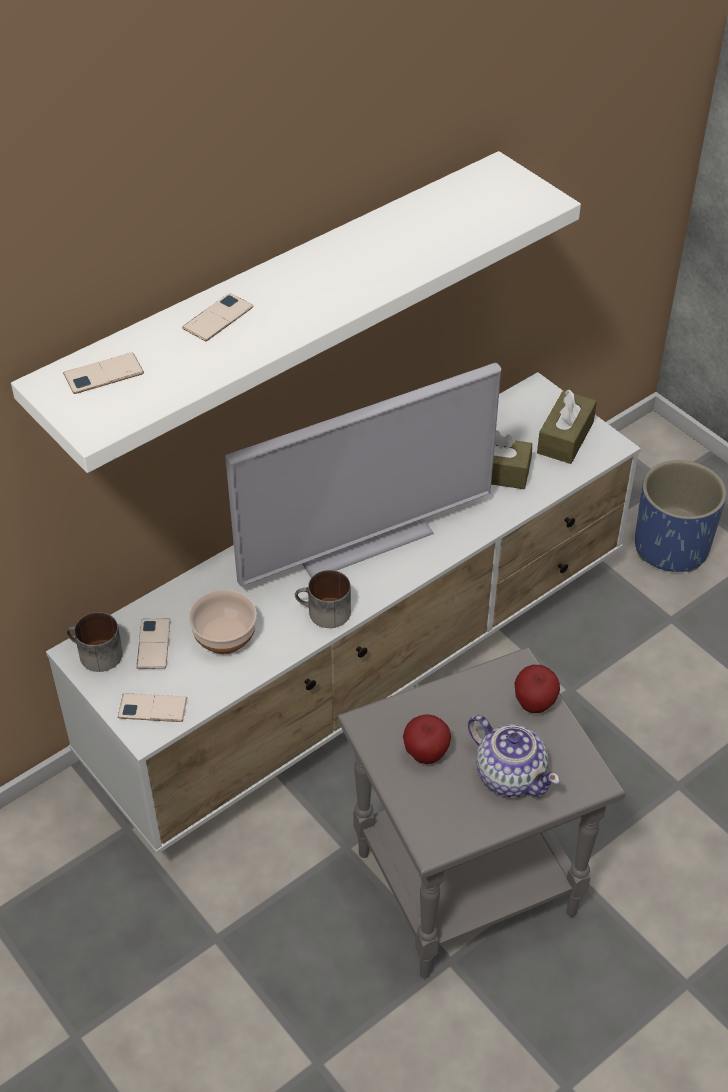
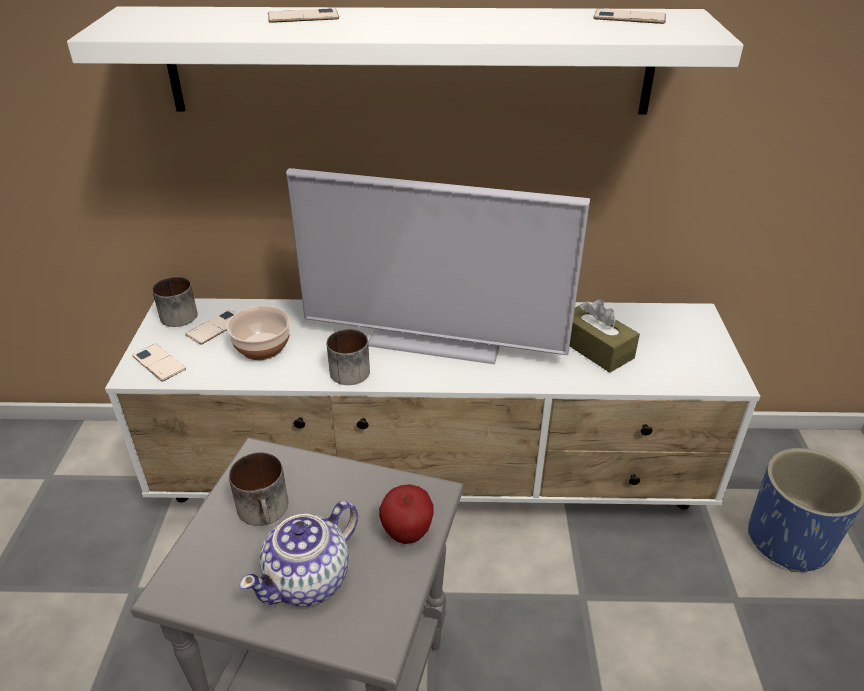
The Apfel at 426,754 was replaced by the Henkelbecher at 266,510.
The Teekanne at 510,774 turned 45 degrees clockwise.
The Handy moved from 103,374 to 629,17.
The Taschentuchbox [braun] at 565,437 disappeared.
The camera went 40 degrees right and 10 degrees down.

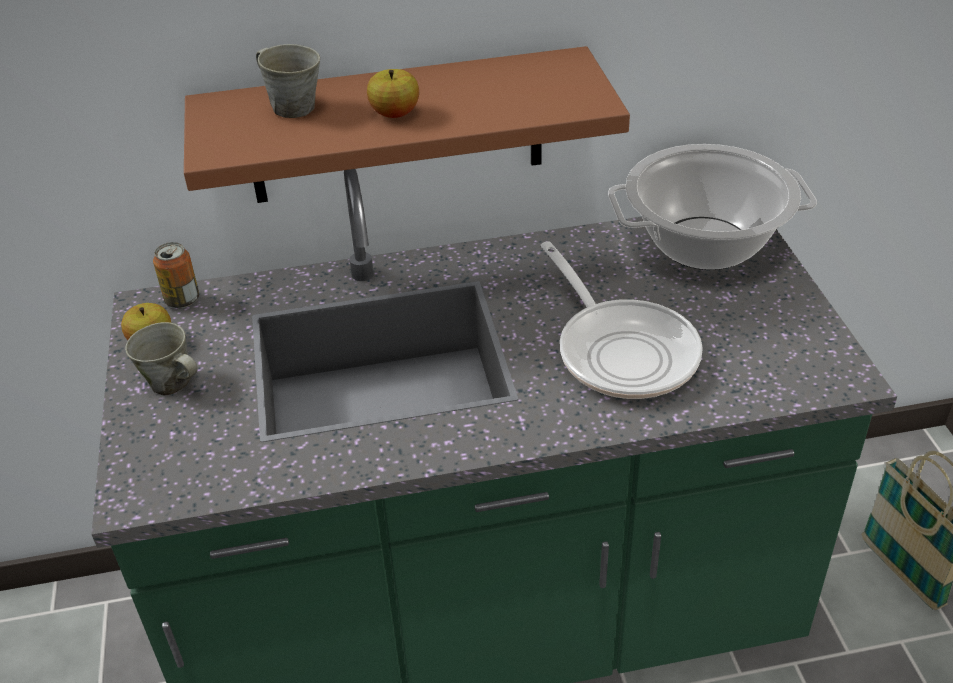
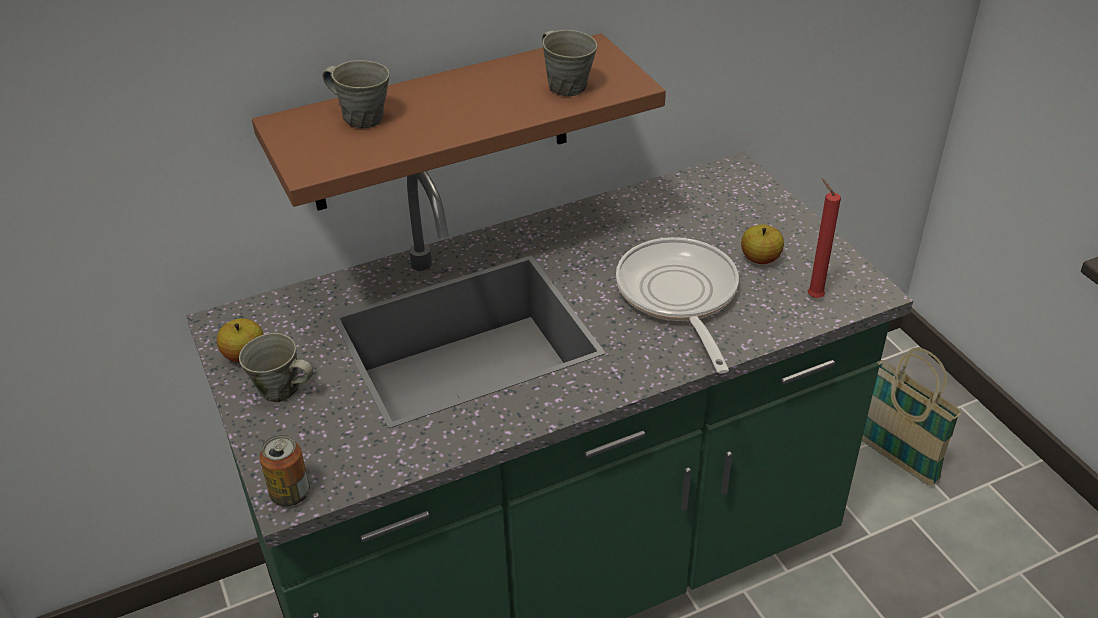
The Dose moved from 182,300 to 290,494.
The Henkelbecher [grau] at 566,85 appeared.
The Pfanne at 622,350 turned 150 degrees counterclockwise.
The Apfel moved from 395,114 to 760,259.
The Kerze [rot] at 812,296 appeared.
The Kochtopf at 704,244 disappeared.
The camera went 15 degrees left and 0 degrees up.

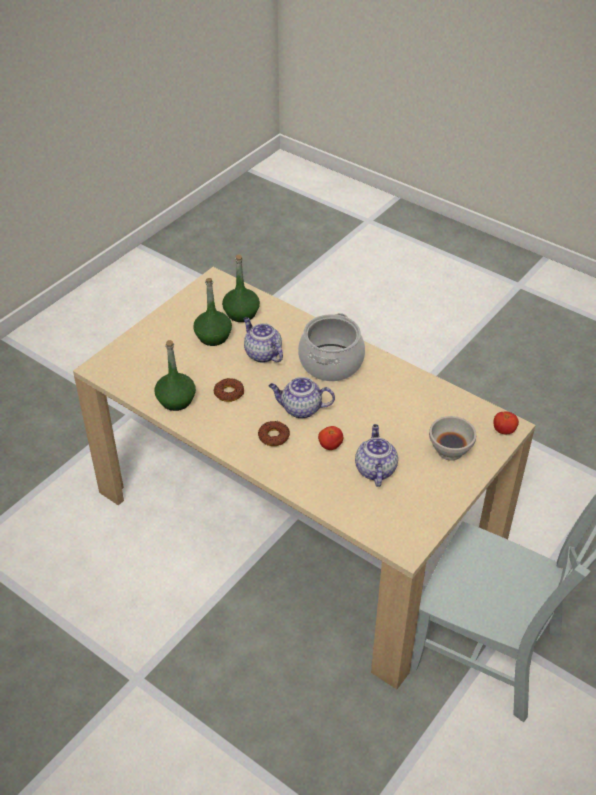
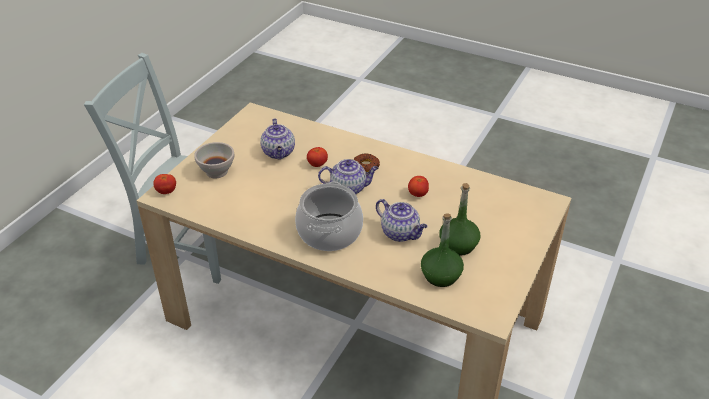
The Donut at 229,393 was replaced by the Tomate at 417,194.
The Flasche [grün] at 176,400 disappeared.
The camera went 170 degrees right and 5 degrees down.

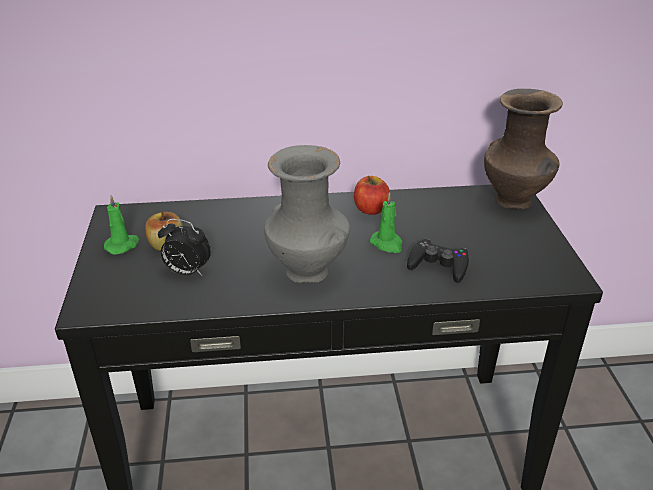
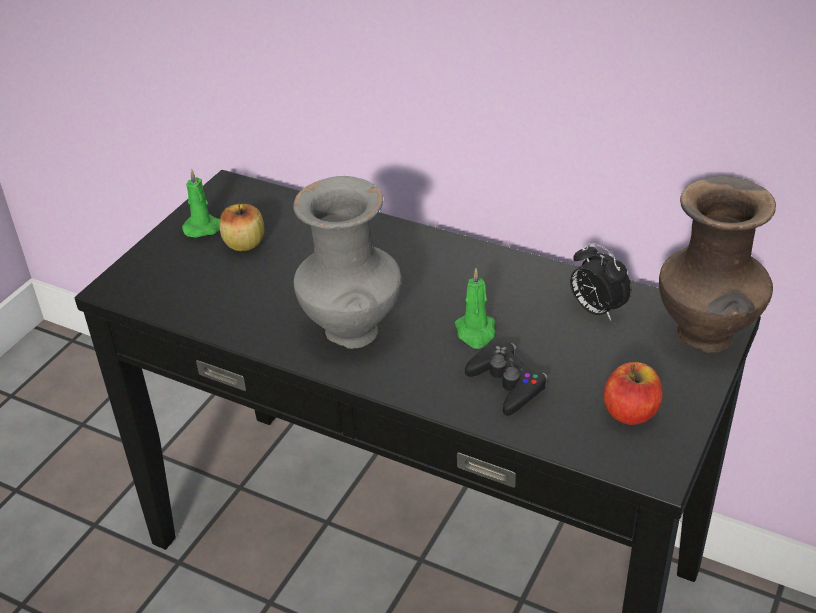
The Wecker moved from 187,272 to 596,310.
The Apfel moved from 371,209 to 630,412.
The camera went 35 degrees right and 5 degrees up.

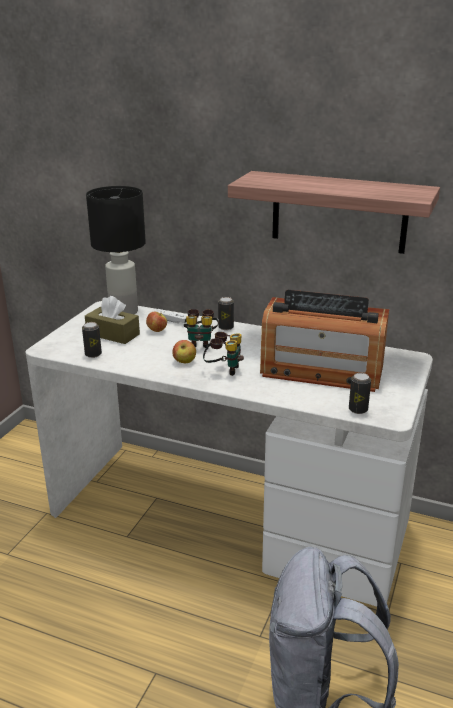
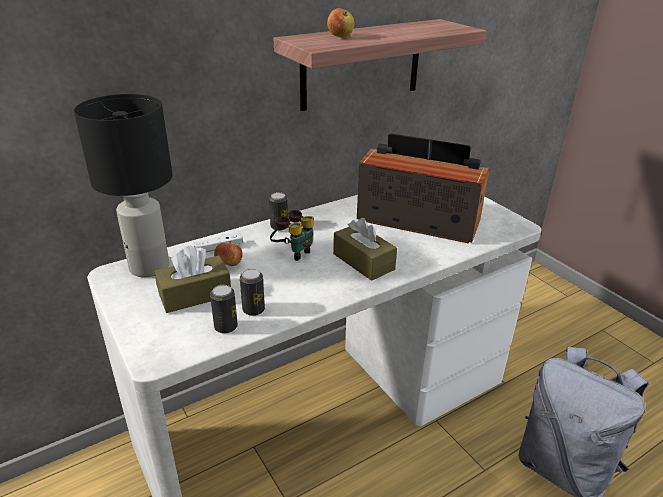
The Dose moved from 358,409 to 253,310.
The Apfel moved from 184,361 to 340,37.
The Fernglas at 223,369 was replaced by the Taschentuchbox [braun] at 363,262.
The Radio at 321,371 turned 120 degrees counterclockwise.
The camera went 55 degrees left and 5 degrees up.

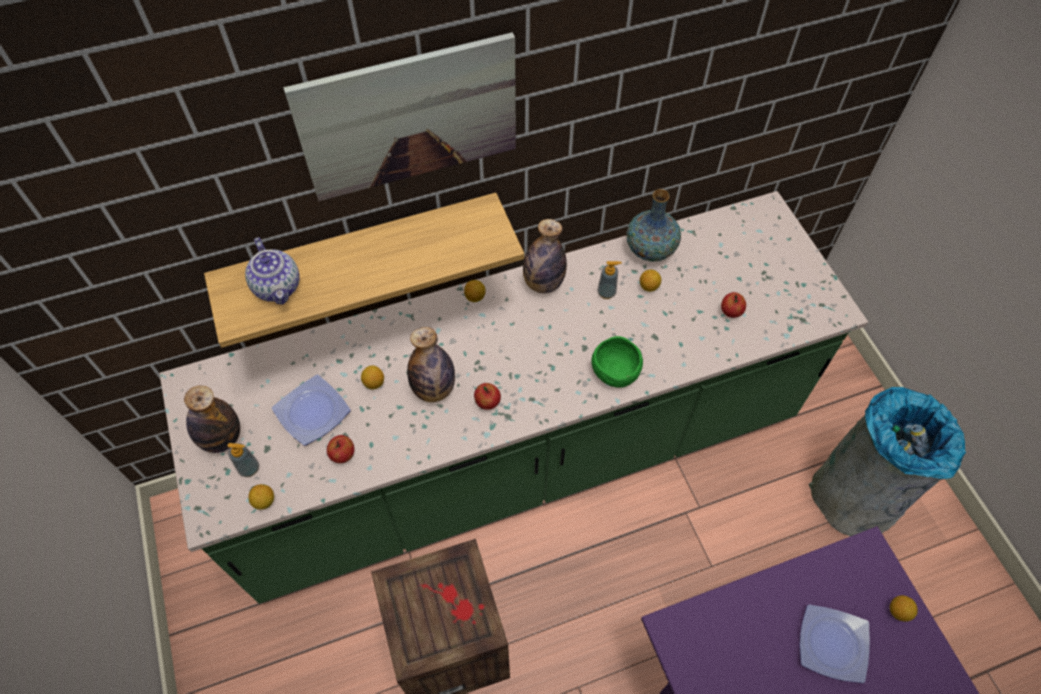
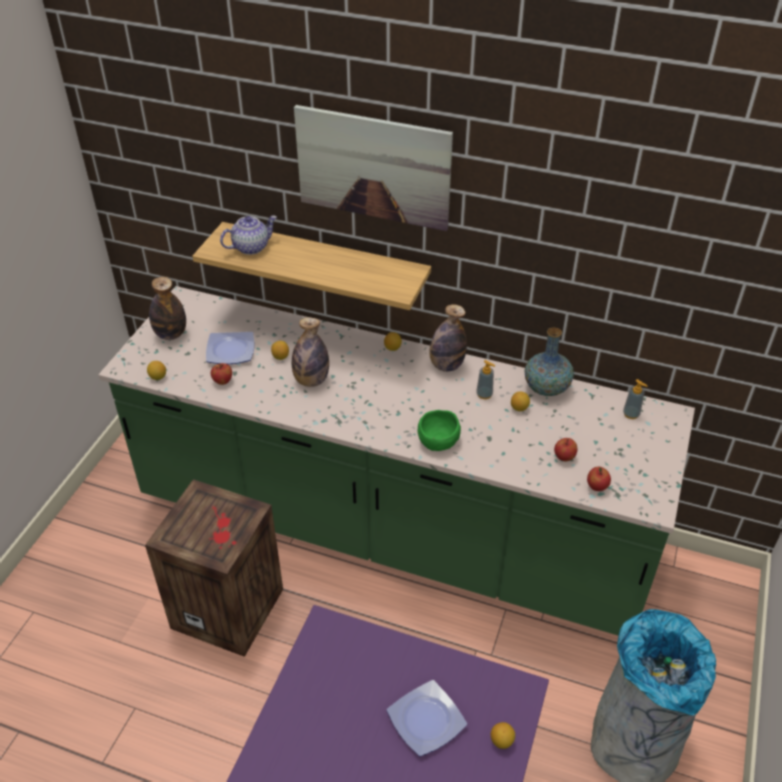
The Teekanne at 278,287 turned 135 degrees counterclockwise.
The Apfel moved from 488,402 to 597,487.
The Seifenspender moved from 249,468 to 631,414.
The camera went 40 degrees right and 15 degrees down.

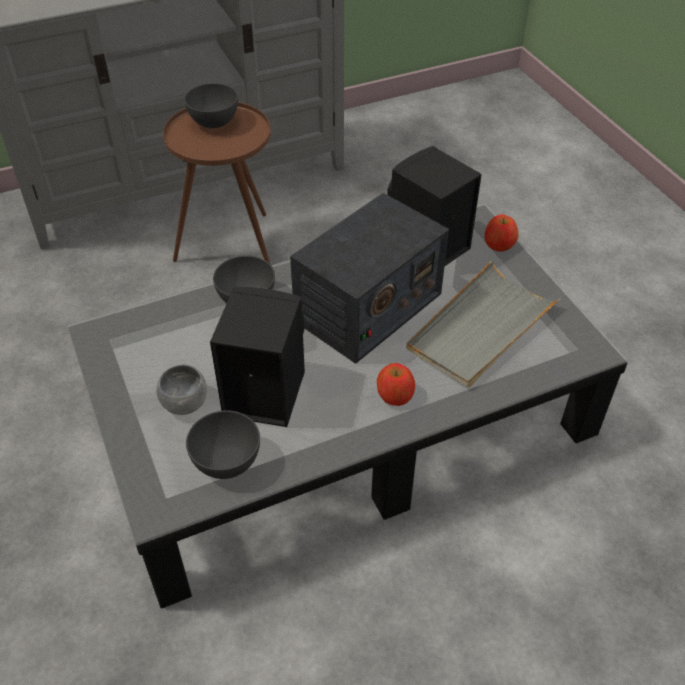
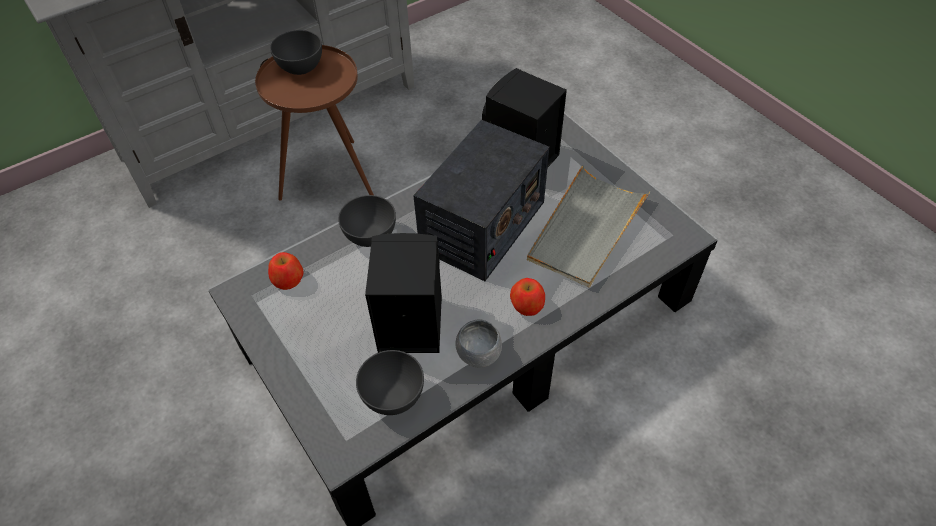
The Apfel moved from 499,244 to 288,279.
The Schüssel [grau] moved from 184,403 to 478,354.
The camera went 10 degrees left and 5 degrees up.

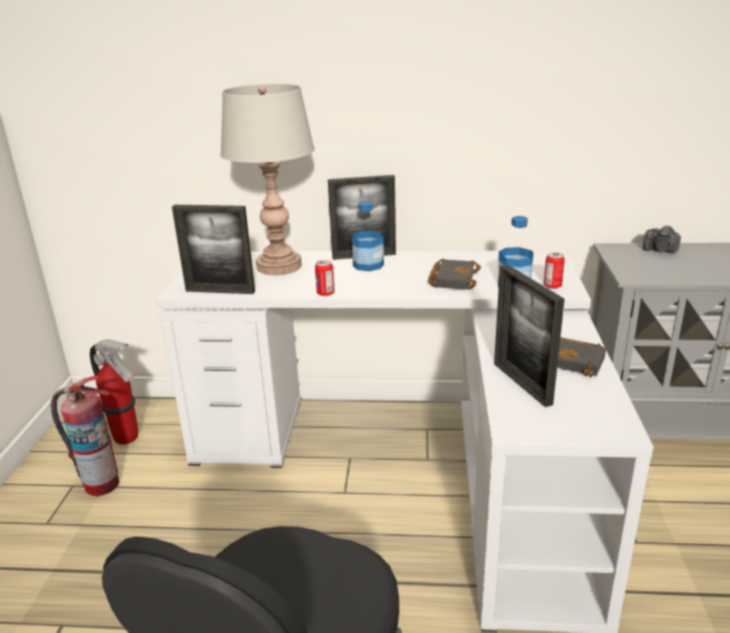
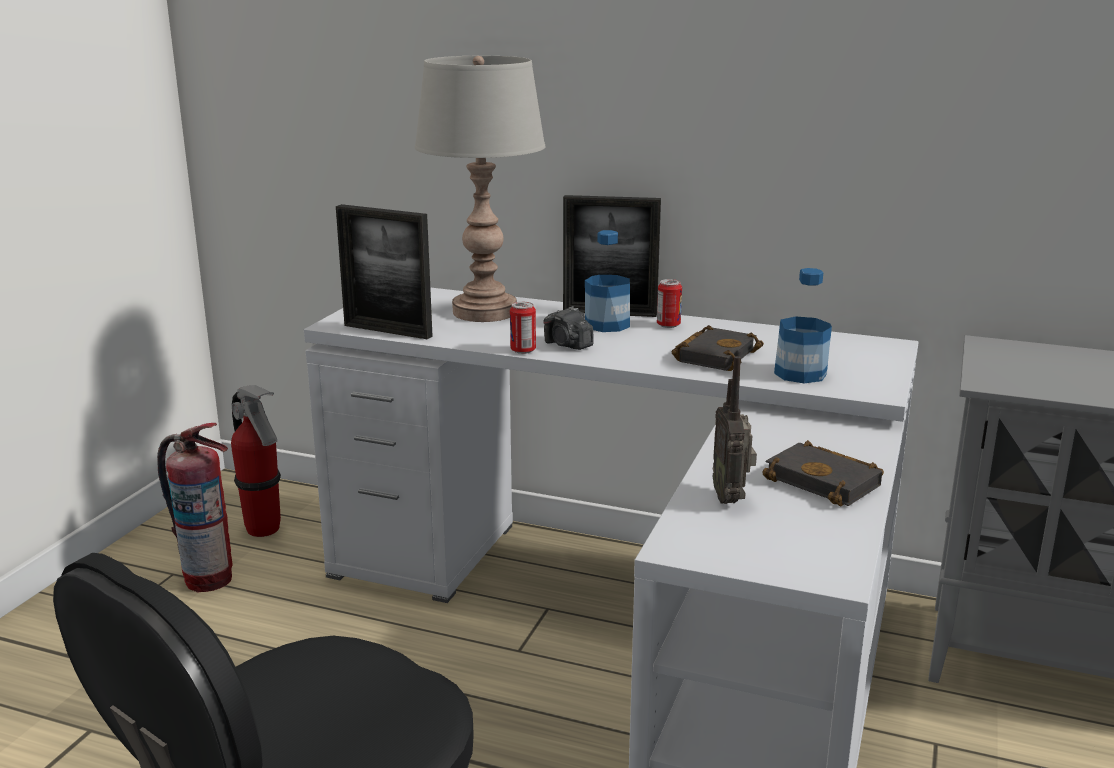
The Kamera moved from 660,250 to 567,345.
The Dose moved from 552,286 to 668,325.
The Bilderrahmen at 522,383 was replaced by the Radio at 731,498.
The camera went 15 degrees right and 5 degrees down.

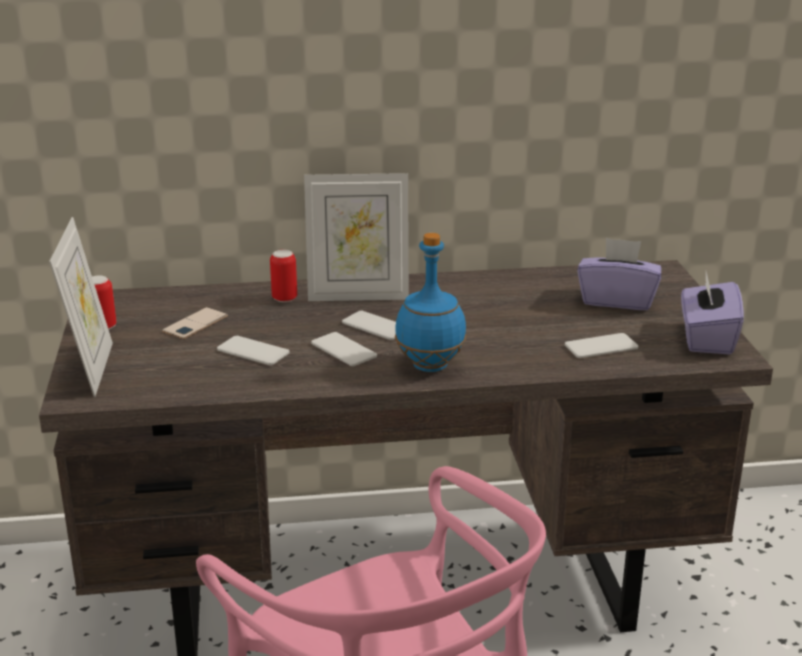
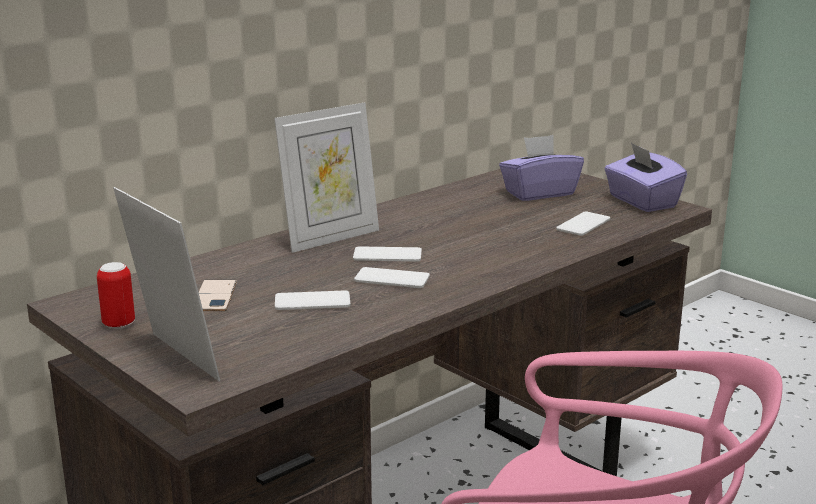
The Dose at 284,299 disappeared.
The Flasche [blau] at 431,365 disappeared.
The camera went 35 degrees left and 5 degrees down.

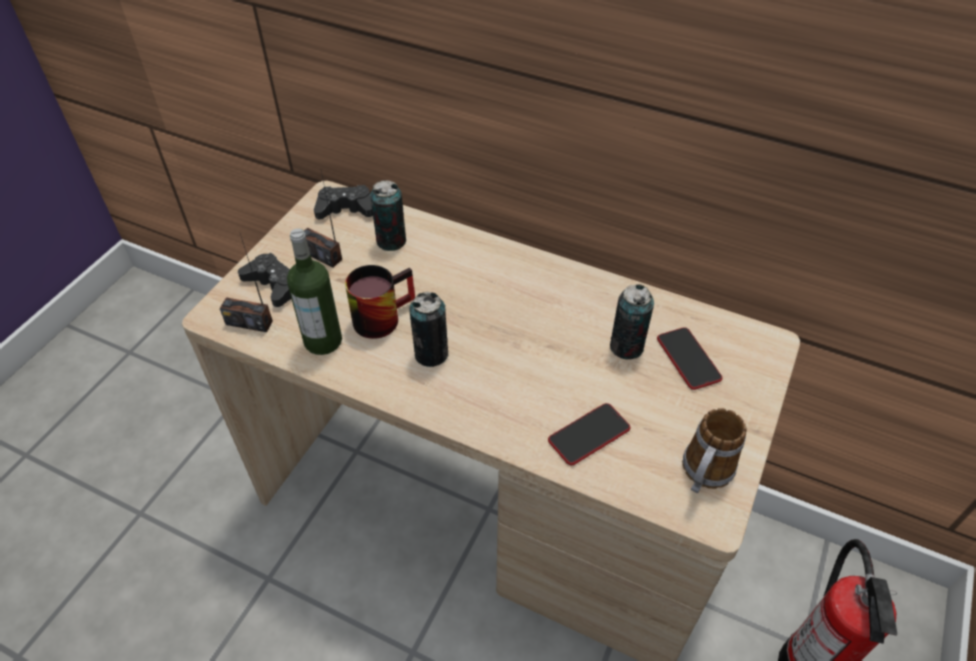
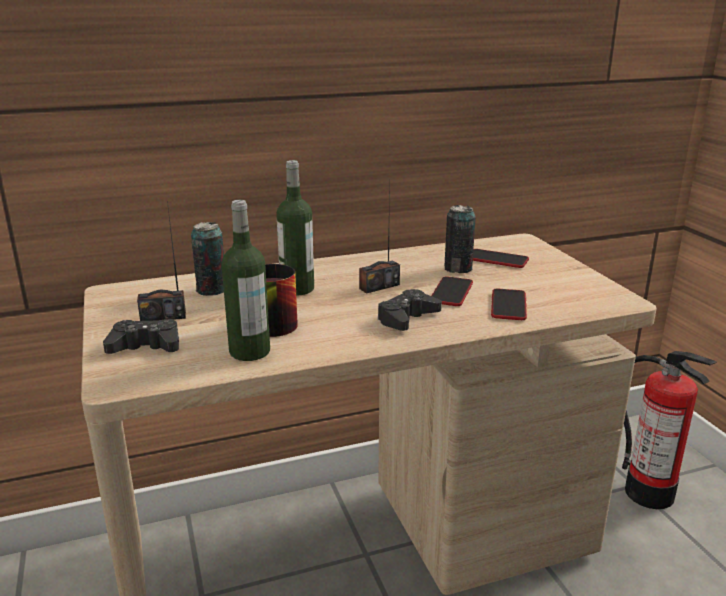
The Flasche at 297,289 appeared.
The Radio moved from 249,322 to 379,286.
The Gamepad [schwarz] moved from 345,209 to 407,318.
The Handy at 451,292 appeared.
The Dose at 431,354 disappeared.
The Henkelbecher at 703,475 disappeared.
The camera went 45 degrees left and 25 degrees down.

